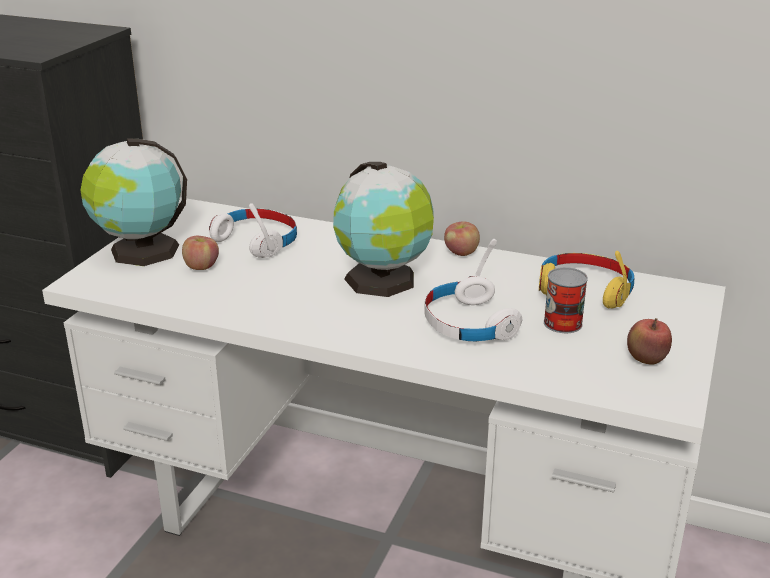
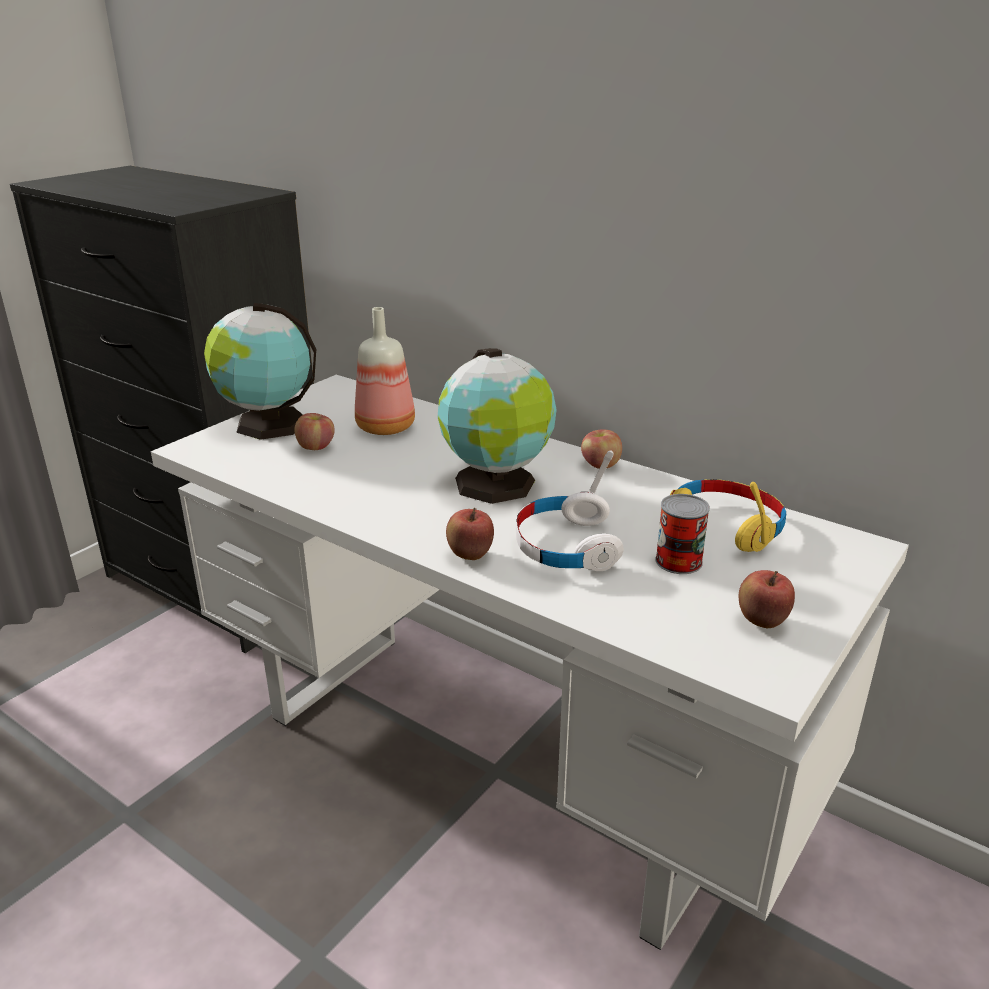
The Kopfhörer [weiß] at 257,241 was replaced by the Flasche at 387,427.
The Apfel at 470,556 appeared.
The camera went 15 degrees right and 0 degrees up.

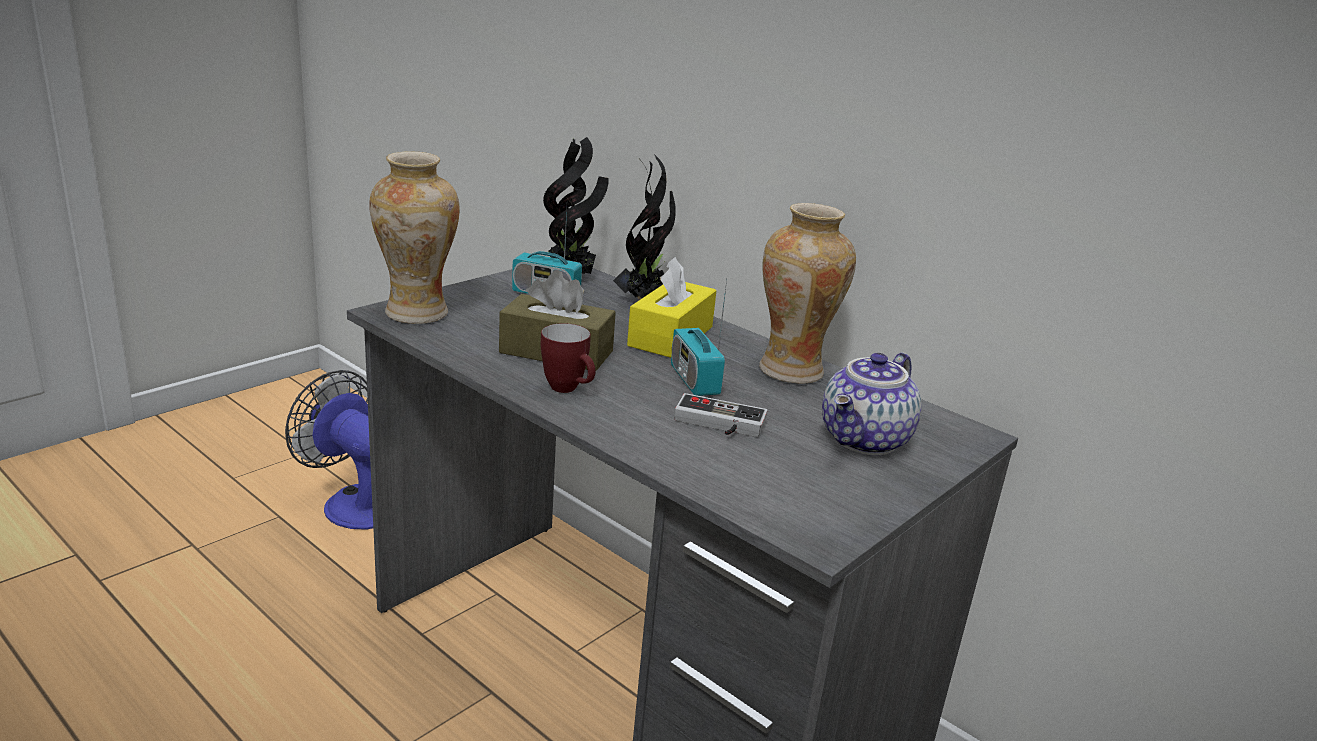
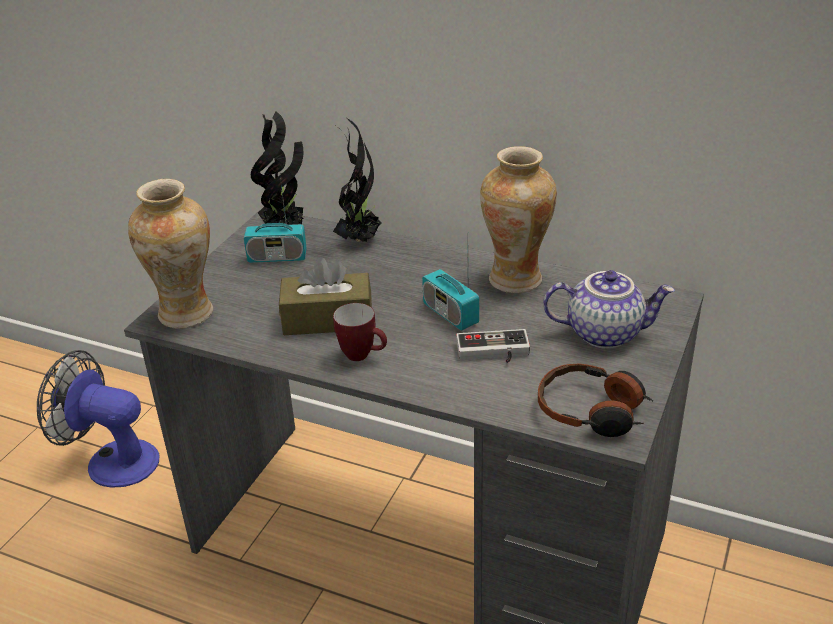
The Kopfhörer at 592,411 appeared.
The Teekanne at 866,441 turned 105 degrees counterclockwise.
The Taschentuchbox [gelb] at 670,336 disappeared.
The camera went 15 degrees left and 10 degrees up.

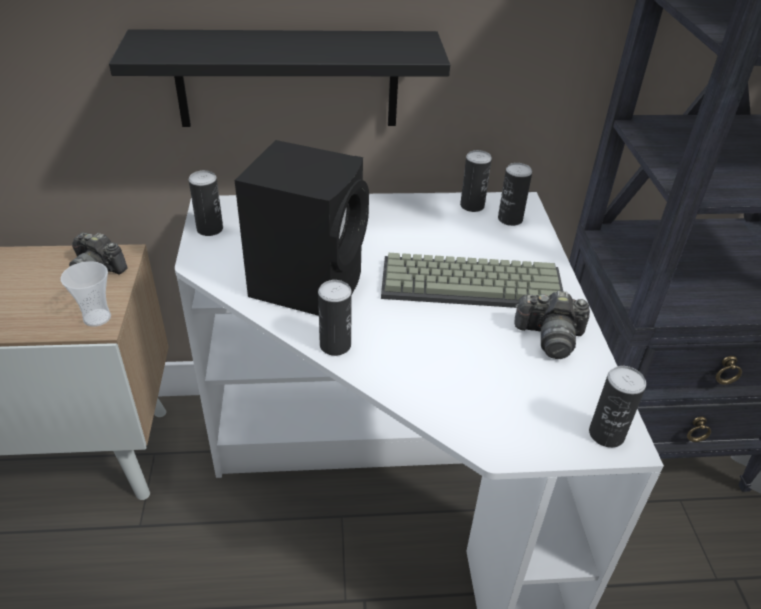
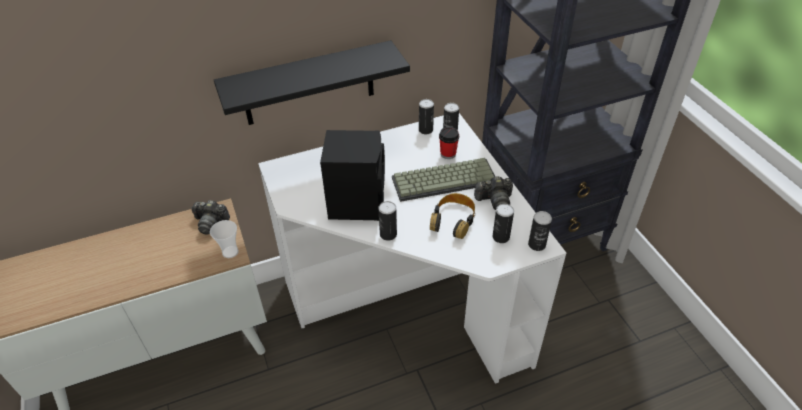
The Kopfhörer at 453,220 appeared.
The Tasse at 448,154 appeared.
The Dose moved from 210,229 to 501,237.
The camera went 15 degrees left and 5 degrees up.

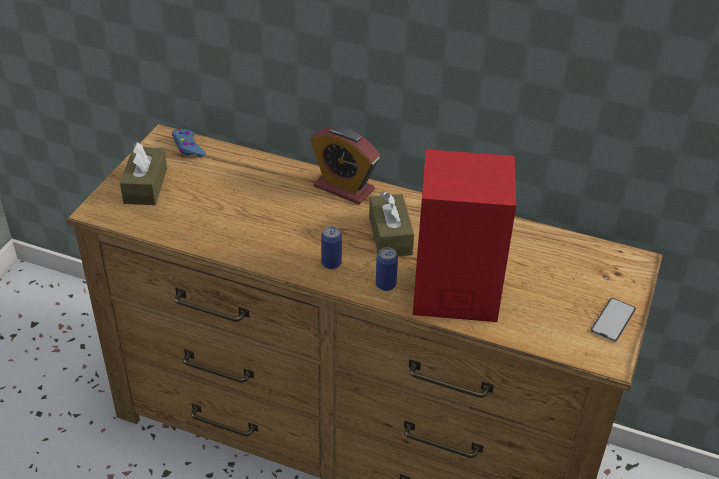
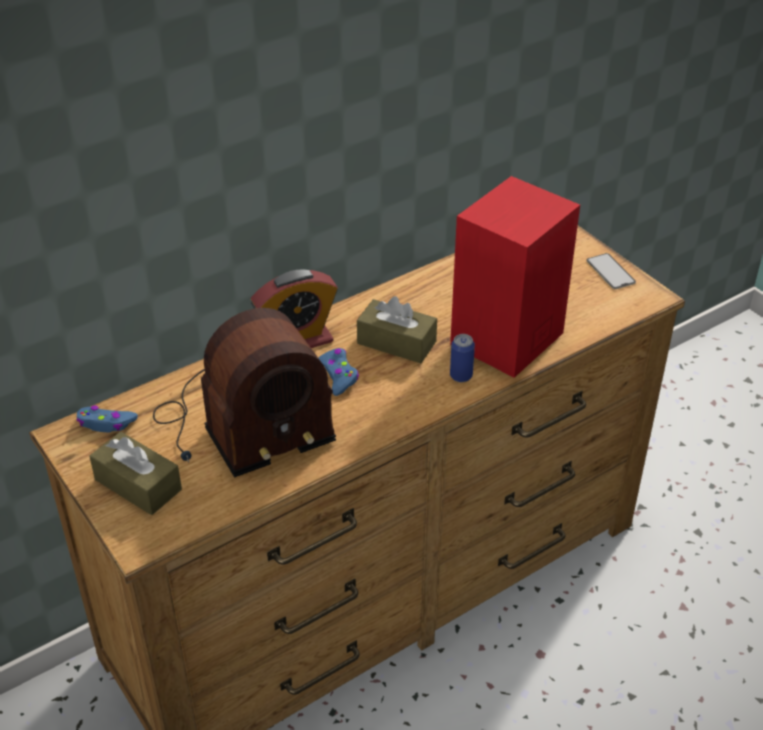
The Radio at 241,425 appeared.
The Gamepad [blau] at 338,376 appeared.
The Dose at 331,263 disappeared.
The camera went 55 degrees left and 0 degrees up.

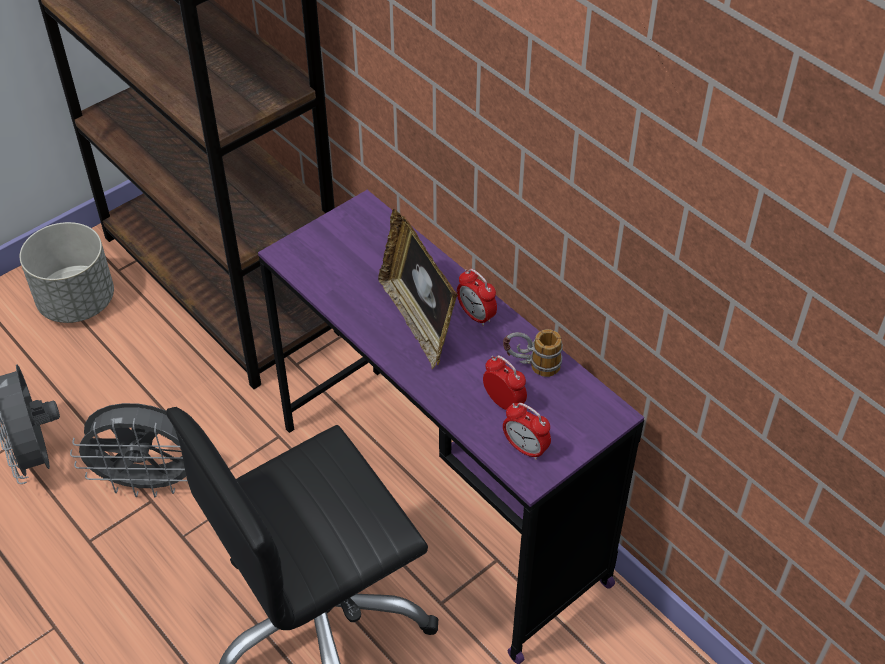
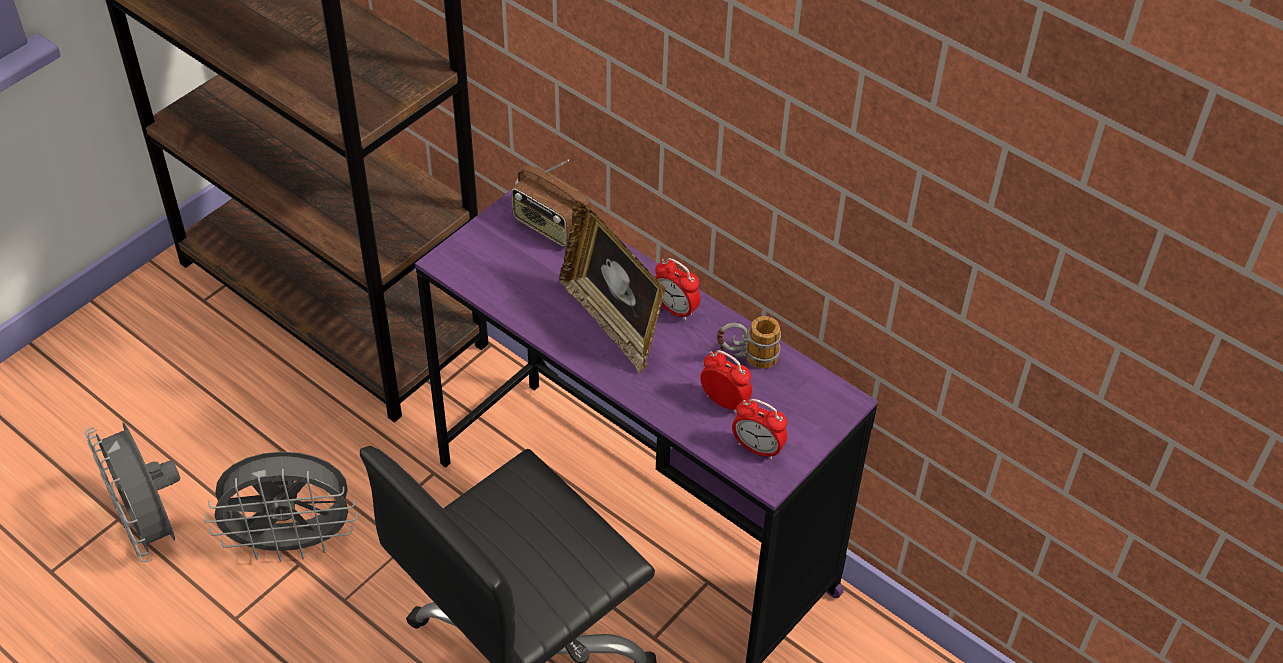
The Radio at 550,226 appeared.
The Pflanzkübel [grau] at 77,301 disappeared.
The camera went 10 degrees left and 0 degrees up.

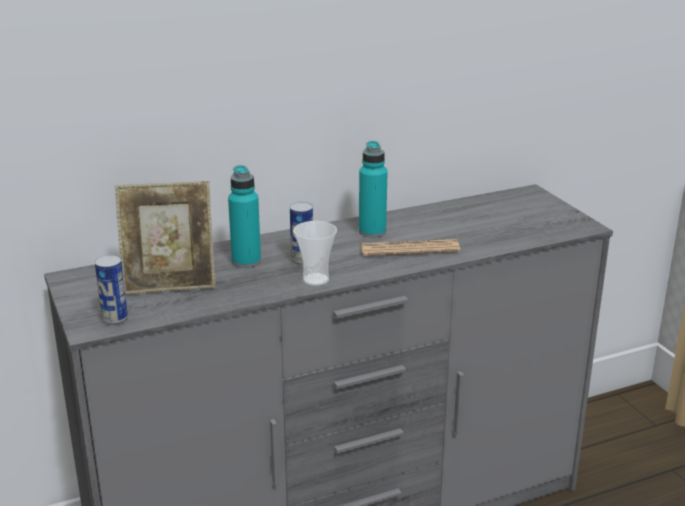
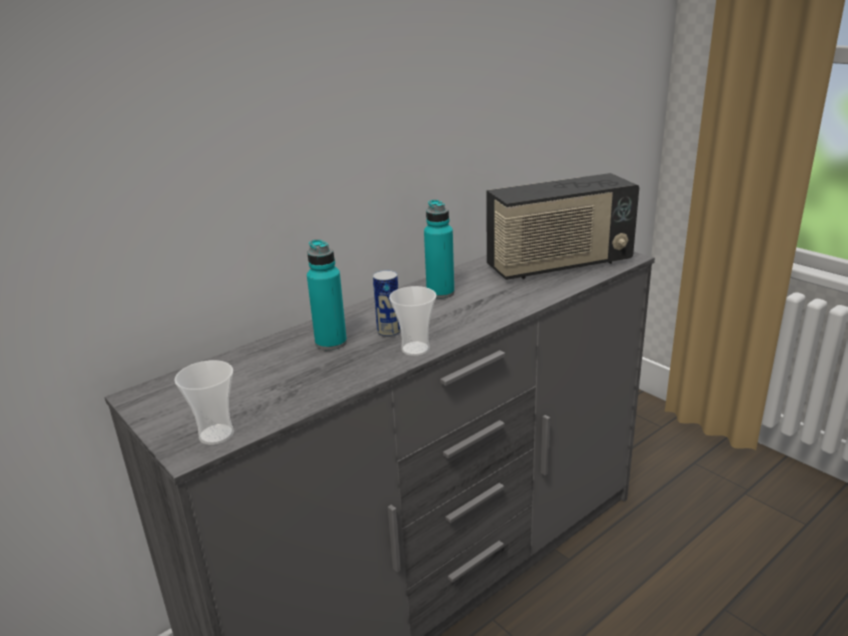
The Dose at 115,319 was replaced by the Tasse at 216,435.
The Radio at 559,265 appeared.
The Bilderrahmen at 170,283 disappeared.
The Zeitung at 409,249 disappeared.
The camera went 15 degrees left and 0 degrees up.

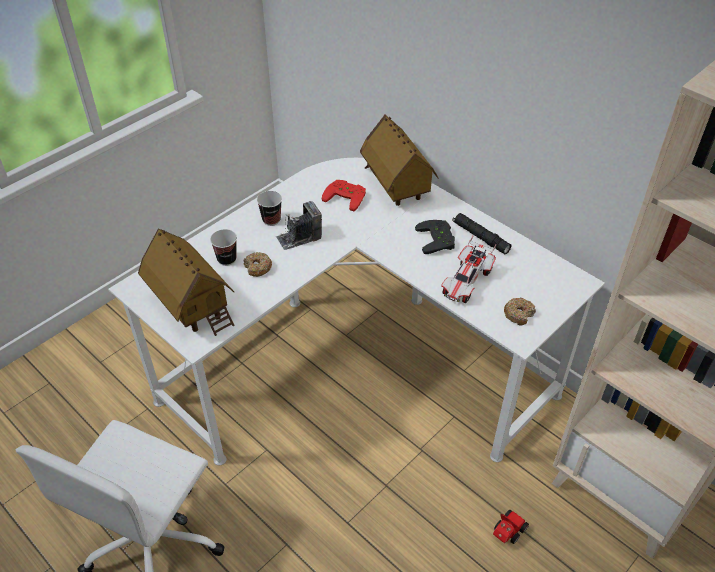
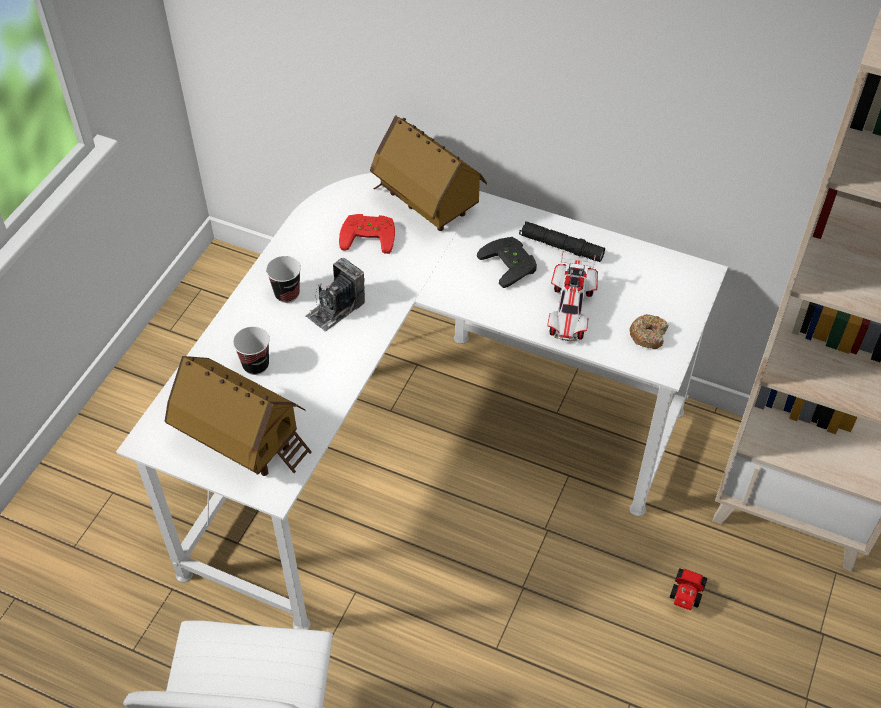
The Donut at 258,268 disappeared.
The camera went 20 degrees left and 5 degrees up.

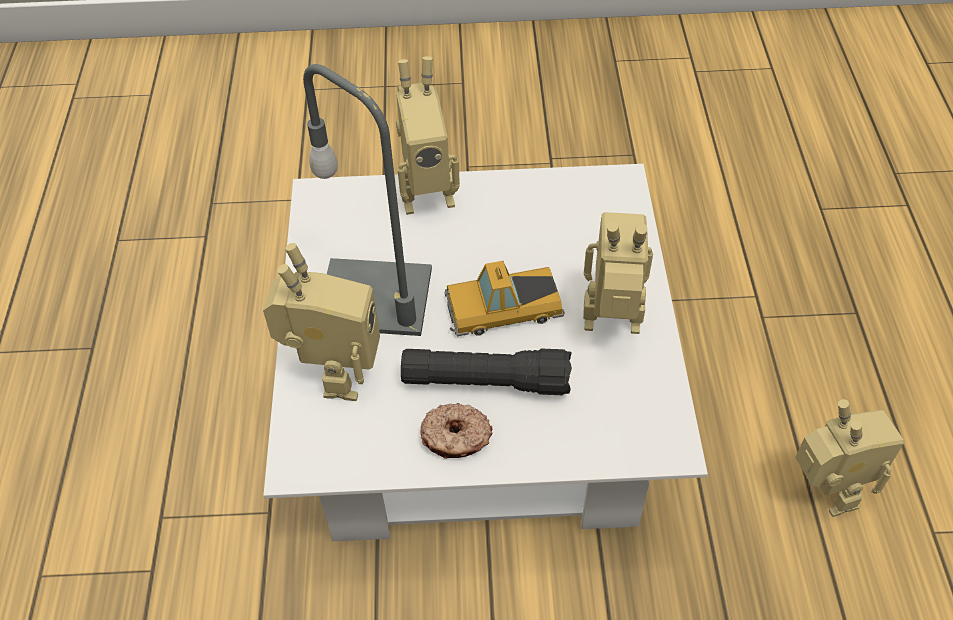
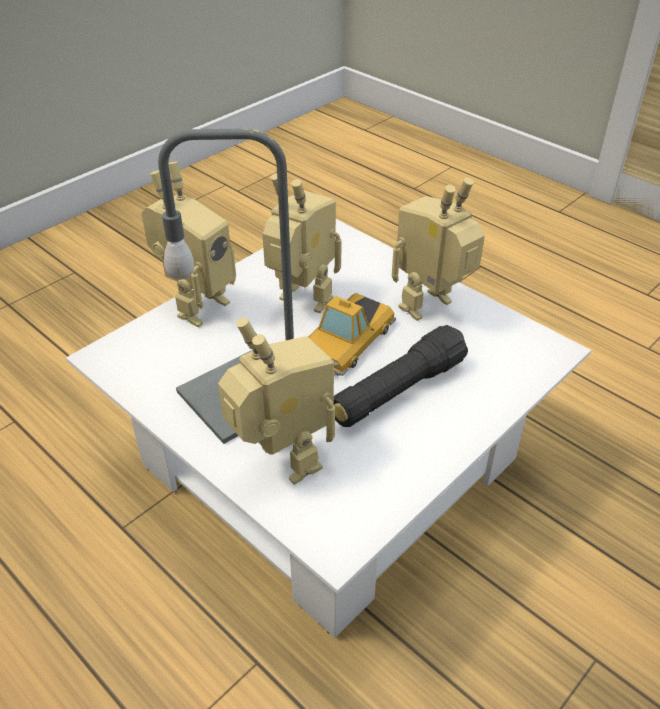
The Spielzeugroboter moved from 824,494 to 301,303.
The Donut at 456,437 disappeared.
The camera went 45 degrees left and 10 degrees down.

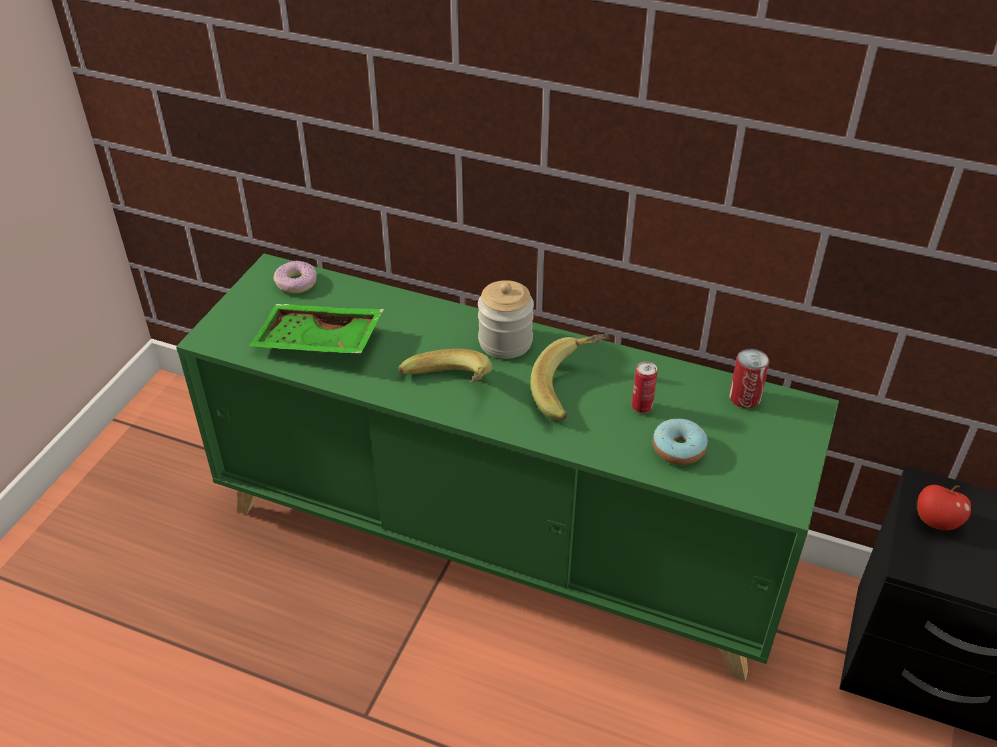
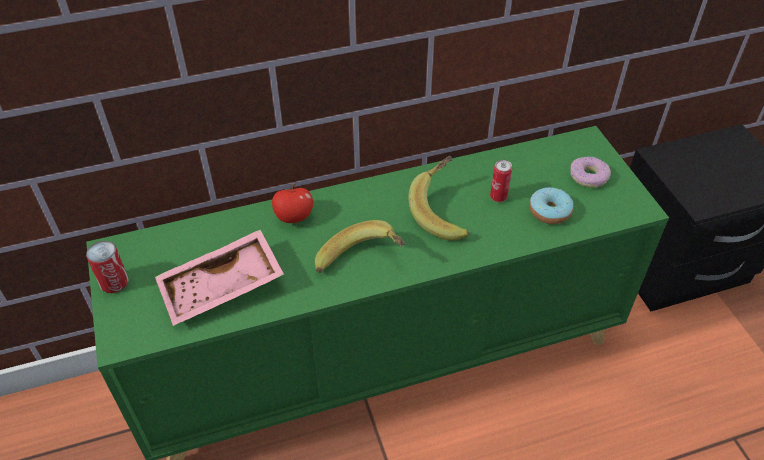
The Dose moved from 744,398 to 114,282.
The Tablett [grün] at 318,343 became the Tablett [rosa] at 222,288.
The Apfel moved from 936,521 to 294,217.
The Donut moved from 296,283 to 588,177.
The Vorratsglas at 505,342 disappeared.
The camera went 40 degrees left and 5 degrees up.

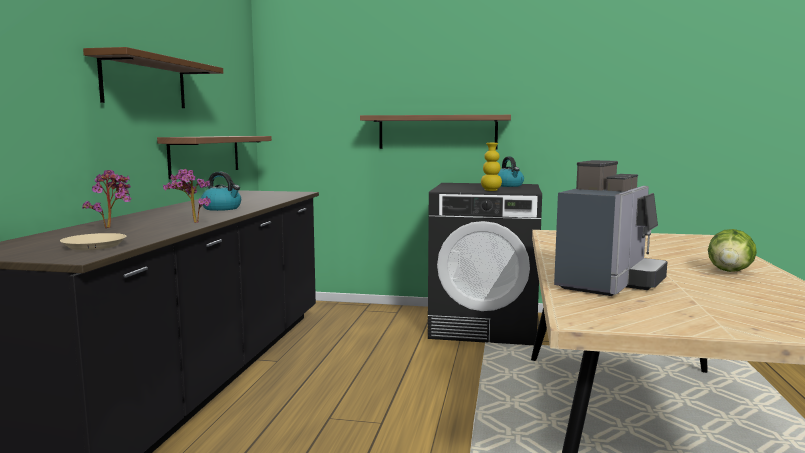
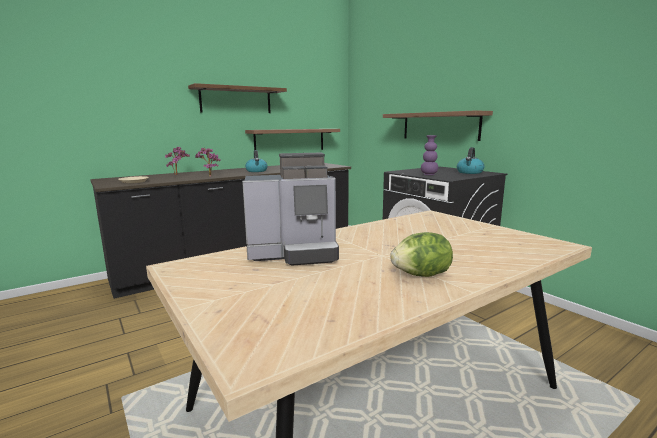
The Vase [gelb] at 491,190 became the Vase [lila] at 429,175.
The camera went 45 degrees right and 5 degrees up.

